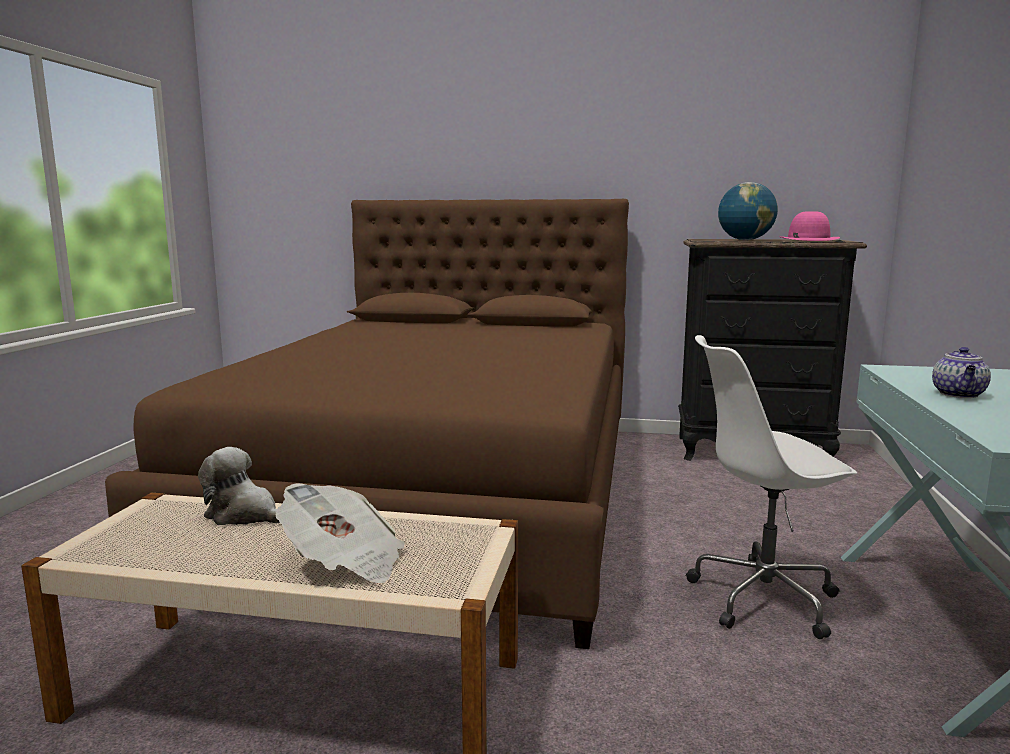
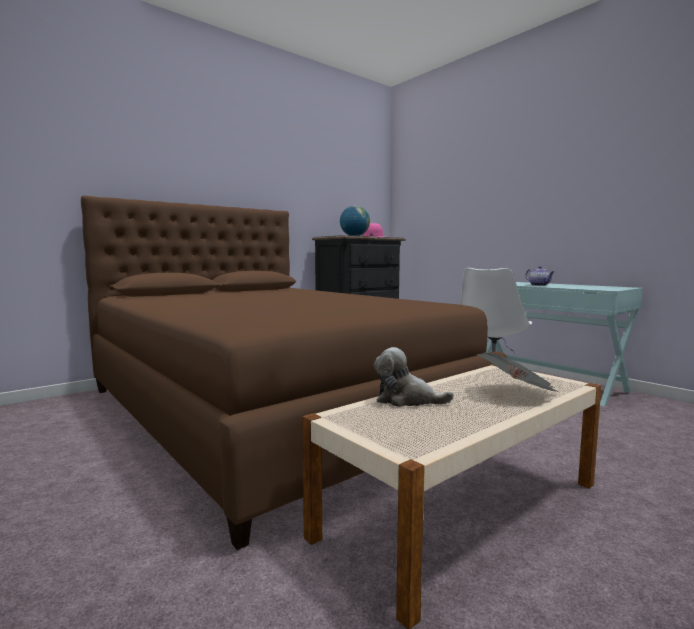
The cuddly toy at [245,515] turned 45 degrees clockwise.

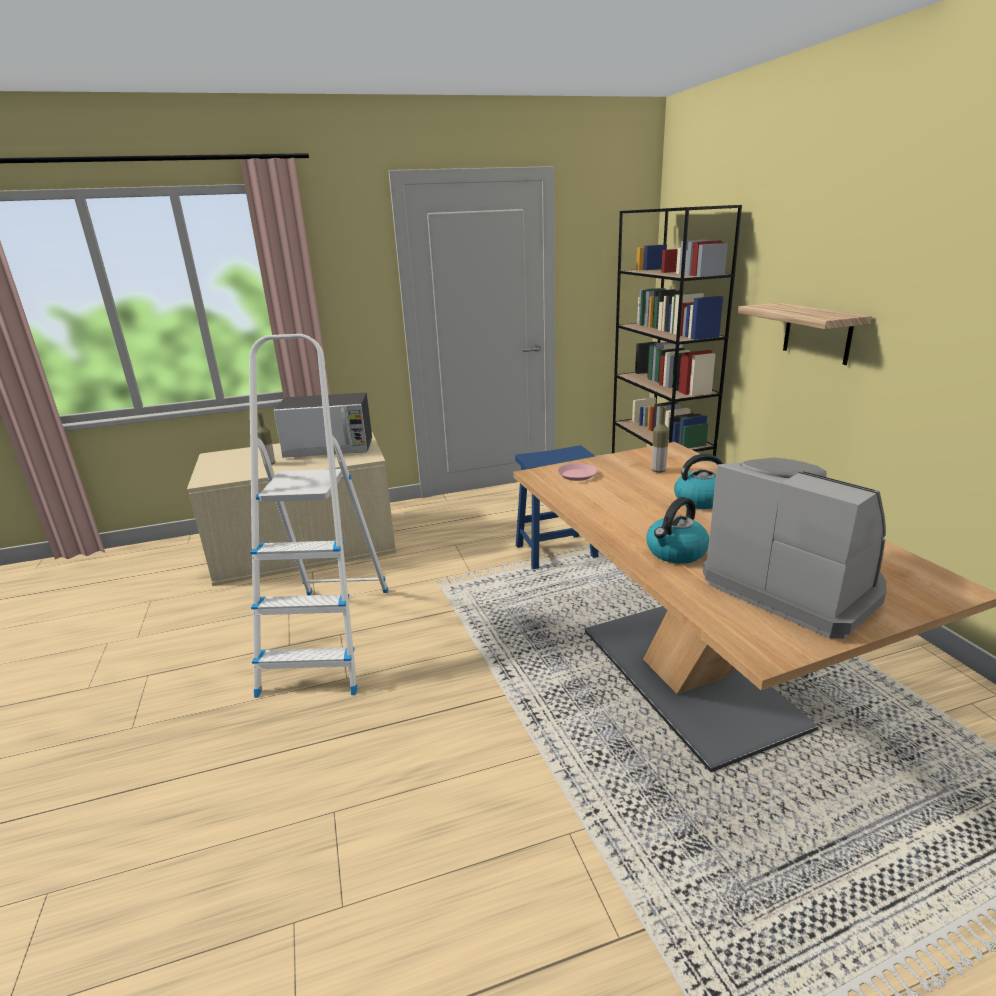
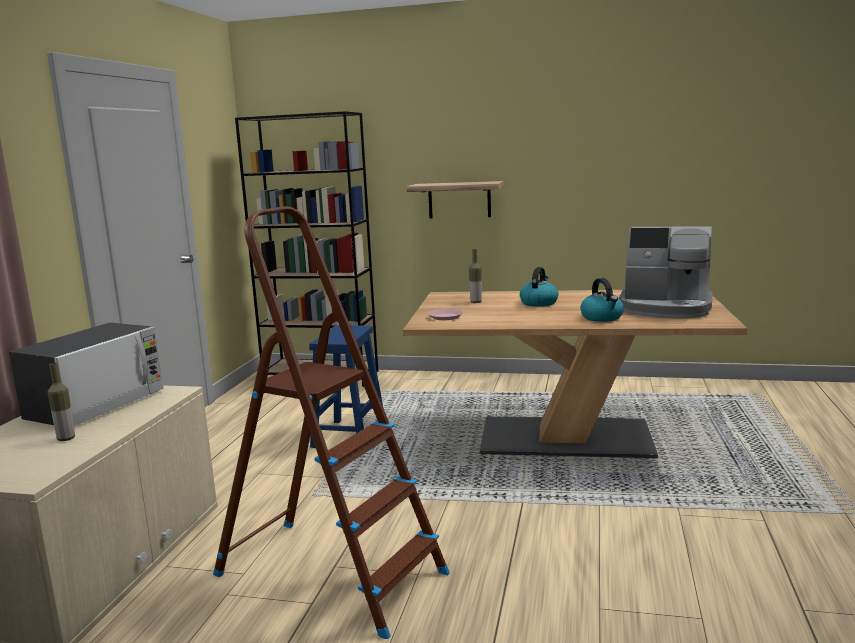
The white-coloured step stool at [329,637] became the brownish step stool at [331,574].
The coffee maker at [794,586] turned 150 degrees counterclockwise.

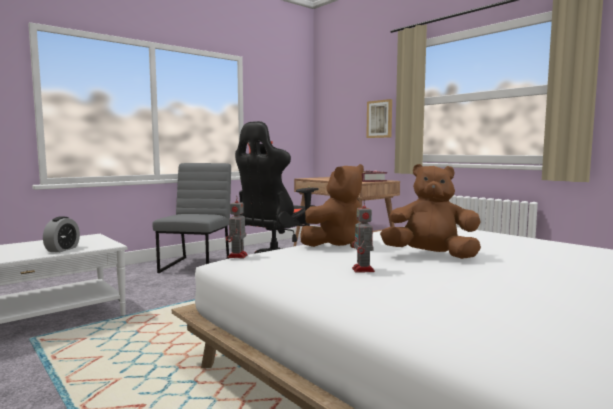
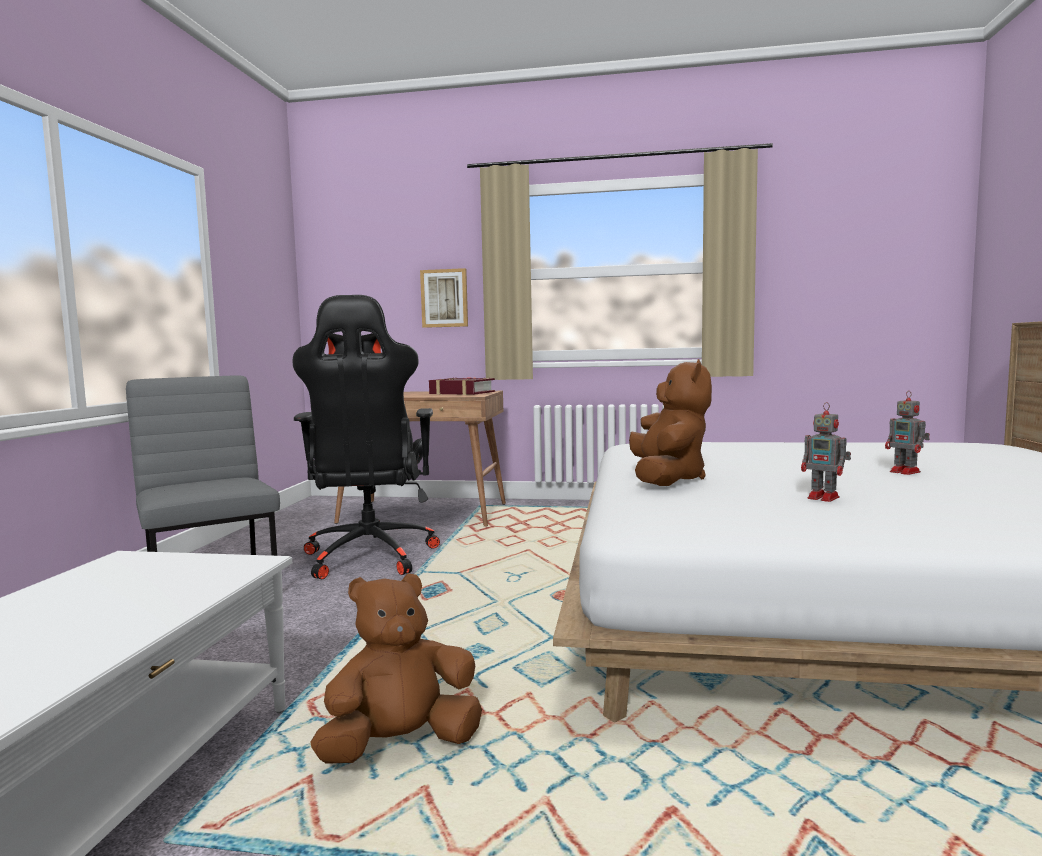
The alarm clock at [62,249] disappeared.
The model robot moved from [237,256] to [906,472].
The brownish cuddly toy moved from [430,256] to [401,745].

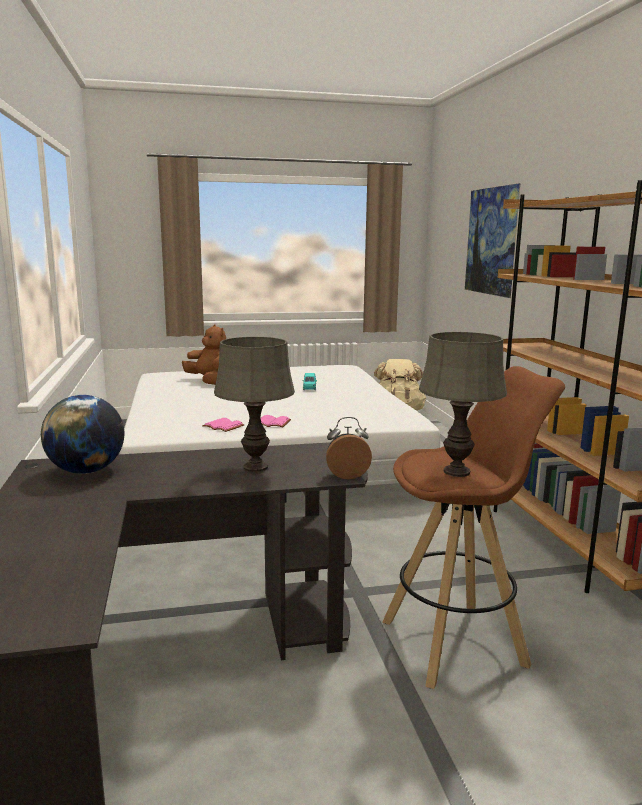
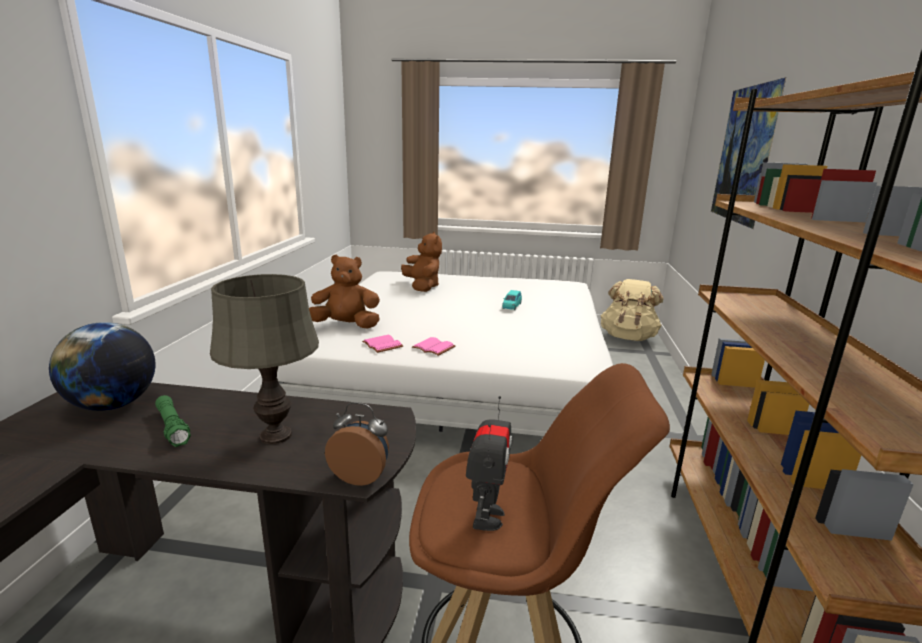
The grey lamp for a table at [456,471] was replaced by the model robot at [486,517].
The green-coloured hand torch at [172,427] appeared.
The brownish cuddly toy at [346,326] appeared.

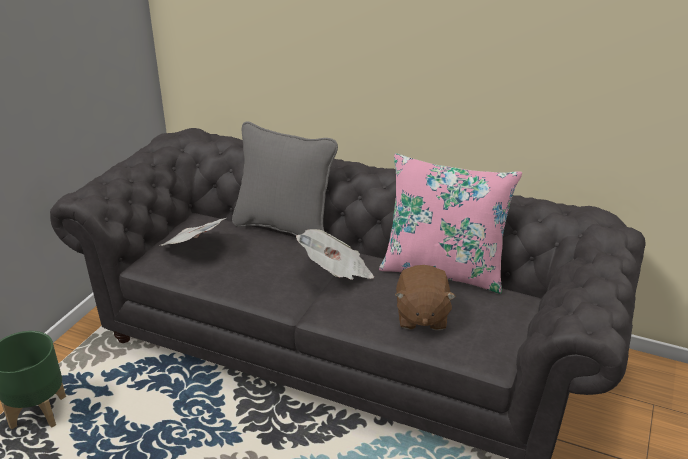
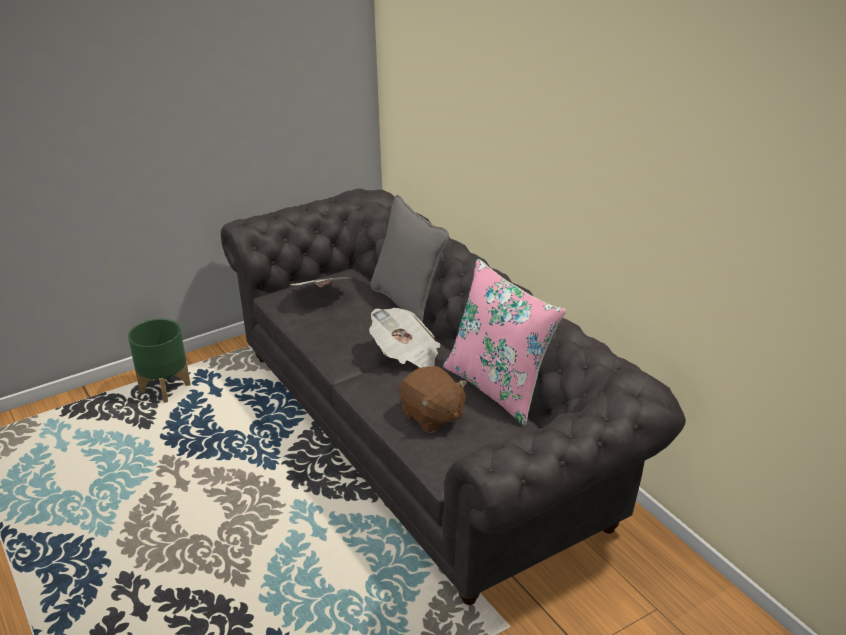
The brownish cuddly toy at [421,316] turned 75 degrees counterclockwise.

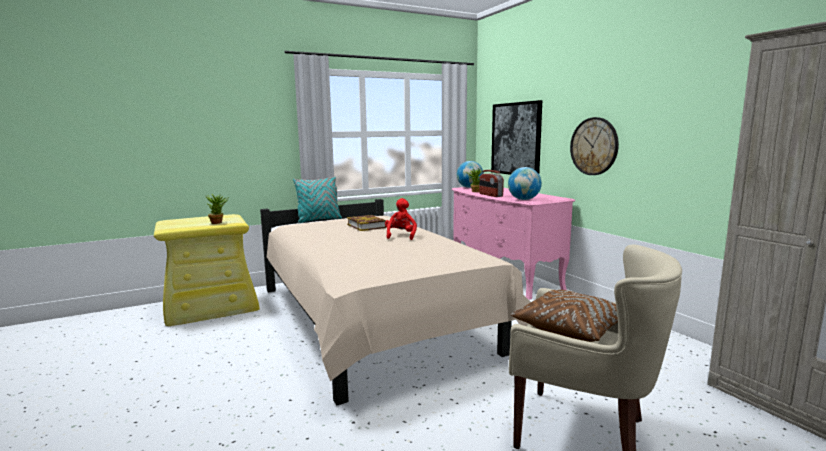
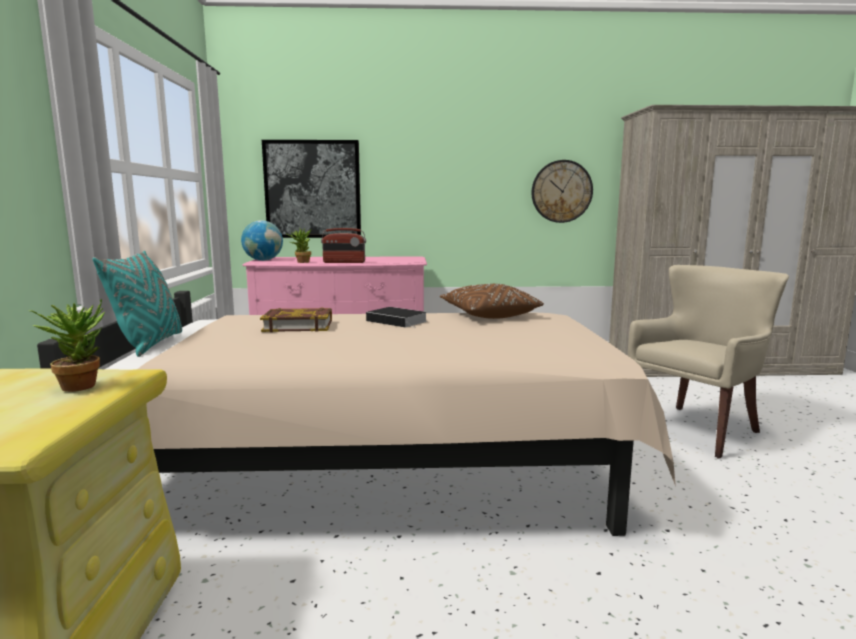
The red cuddly toy at [401,236] was replaced by the bound book at [398,321].
The desk globe at [524,199] disappeared.
The brownish cushion moved from [570,328] to [489,315].
The wall clock moved from [594,146] to [561,191].

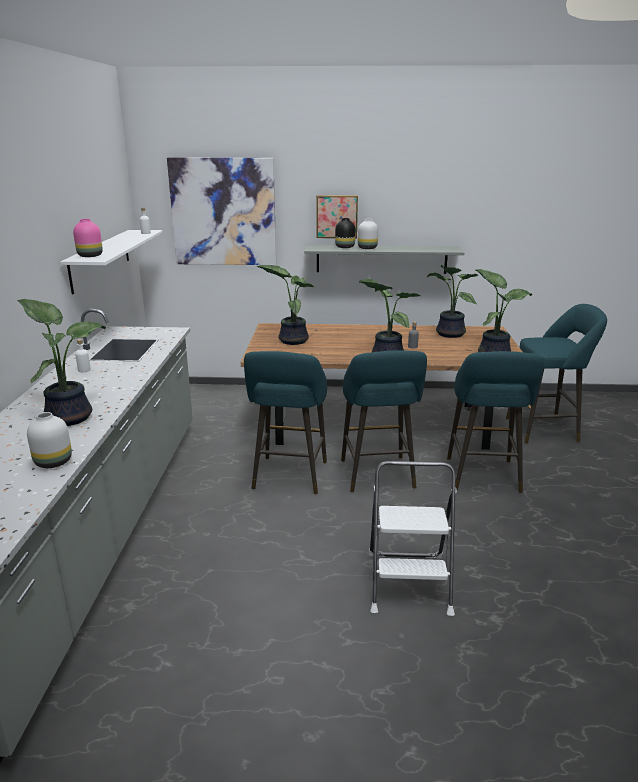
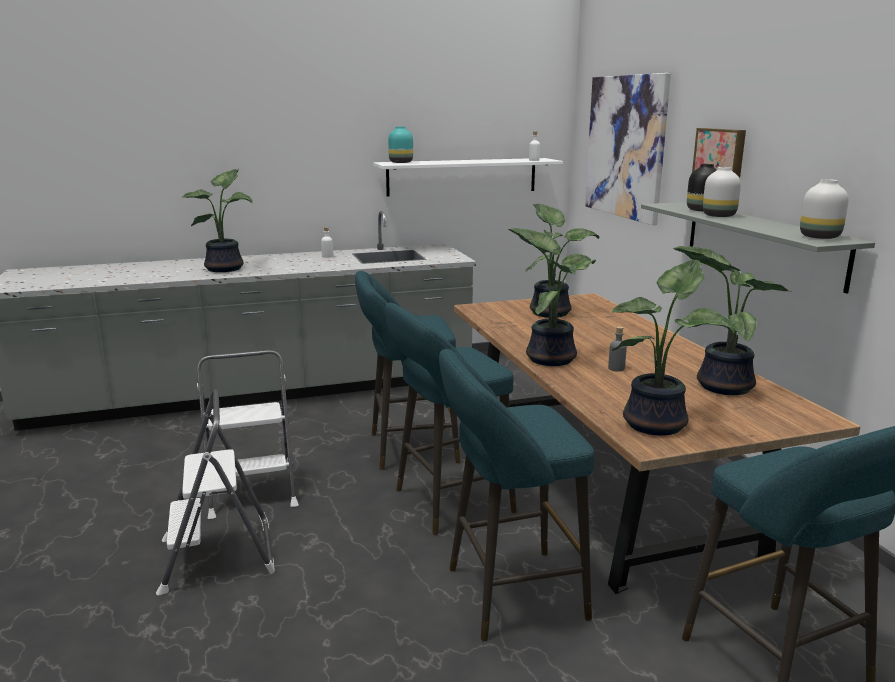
The white-coloured decorative vase moved from [53,462] to [820,237].
The pinkish decorative vase at [90,256] became the turquoise decorative vase at [400,162].
The white-coloured step stool at [252,486] appeared.

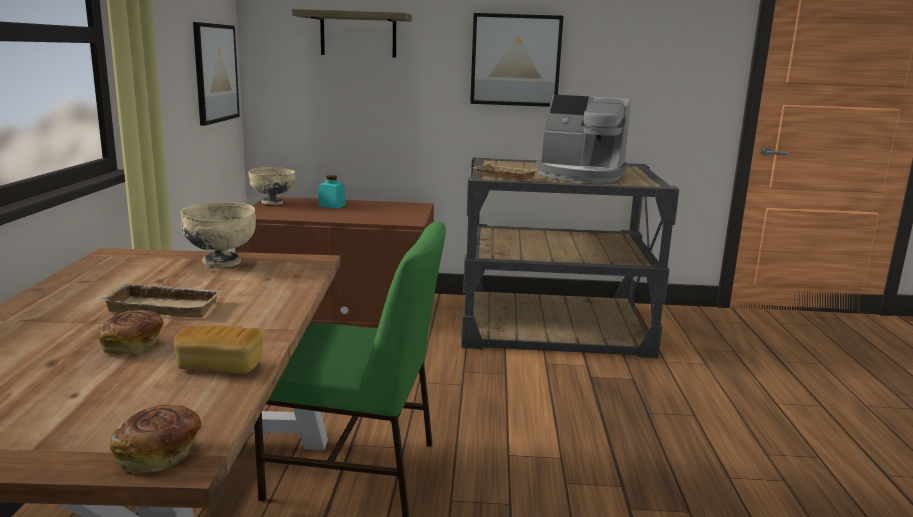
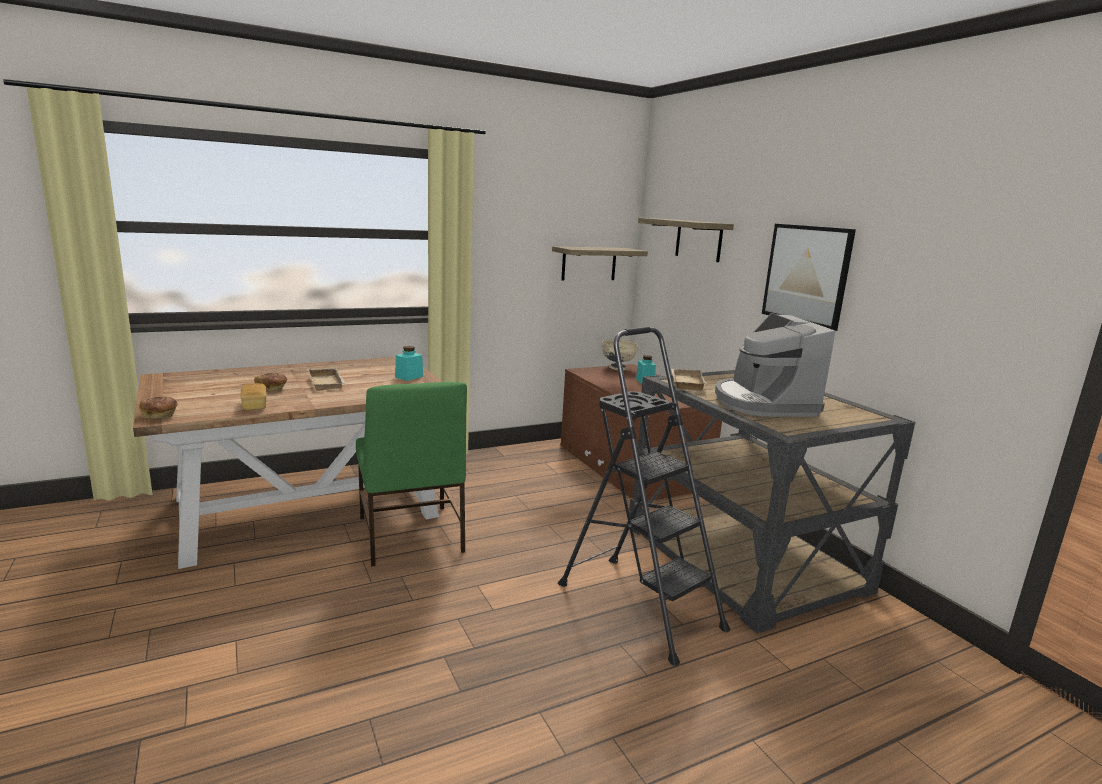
The sand-coloured serving bowl at [221,263] was replaced by the turquoise preserve jar at [409,377].
The wall art at [215,73] was replaced by the bracket shelf at [589,263].
The step stool at [638,604] appeared.

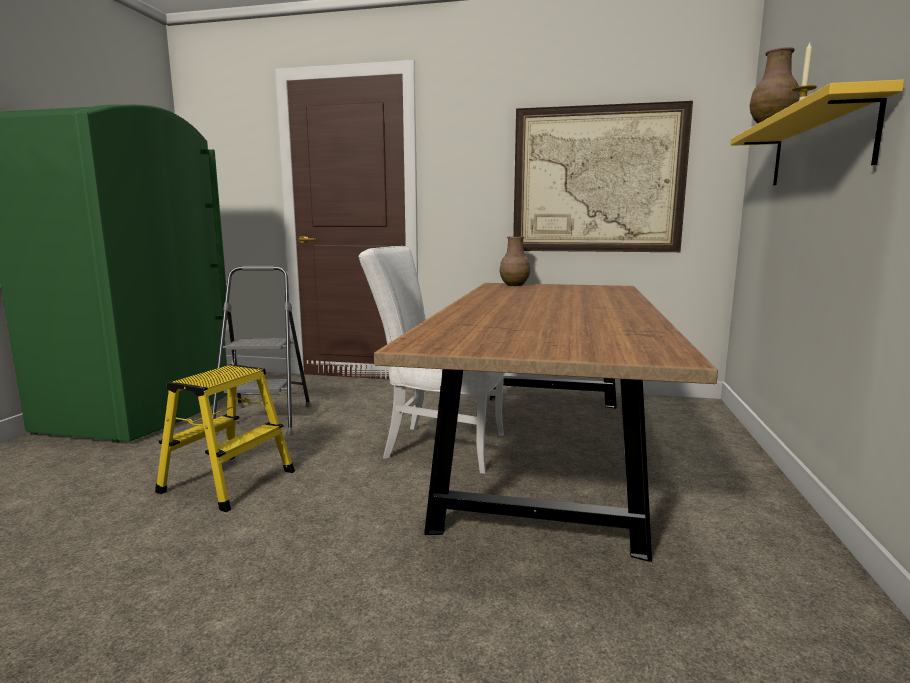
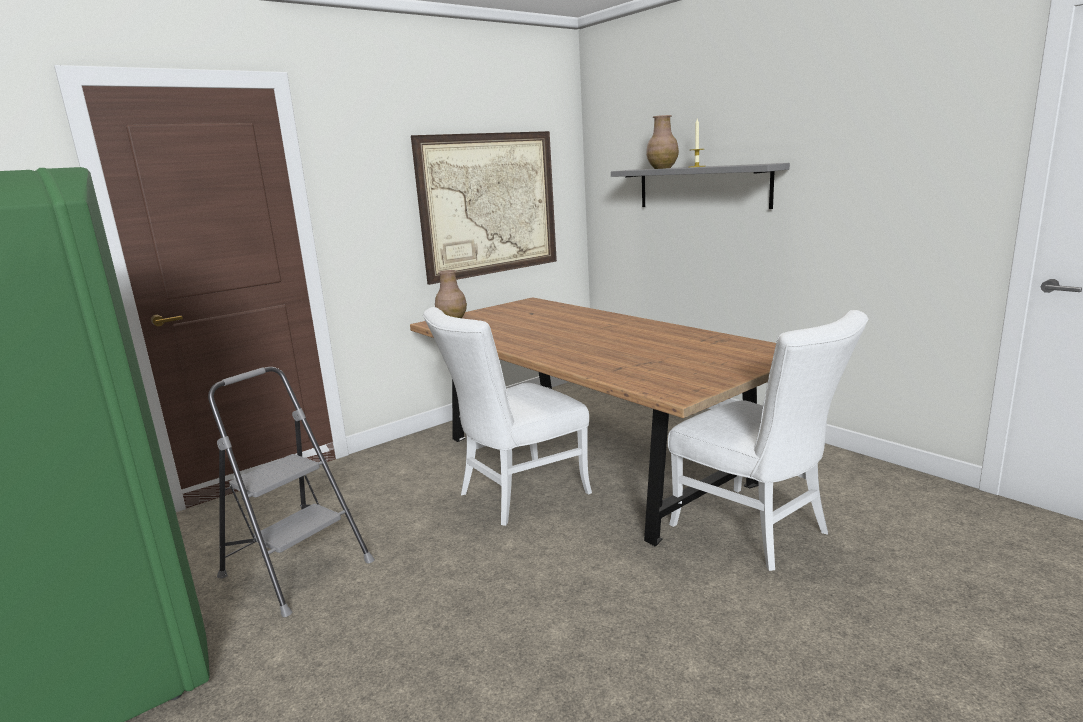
The yellowish step stool at [228,481] disappeared.
The yellowish bracket shelf at [819,146] became the grey bracket shelf at [702,187].
The white-coloured upright chair at [758,531] appeared.

